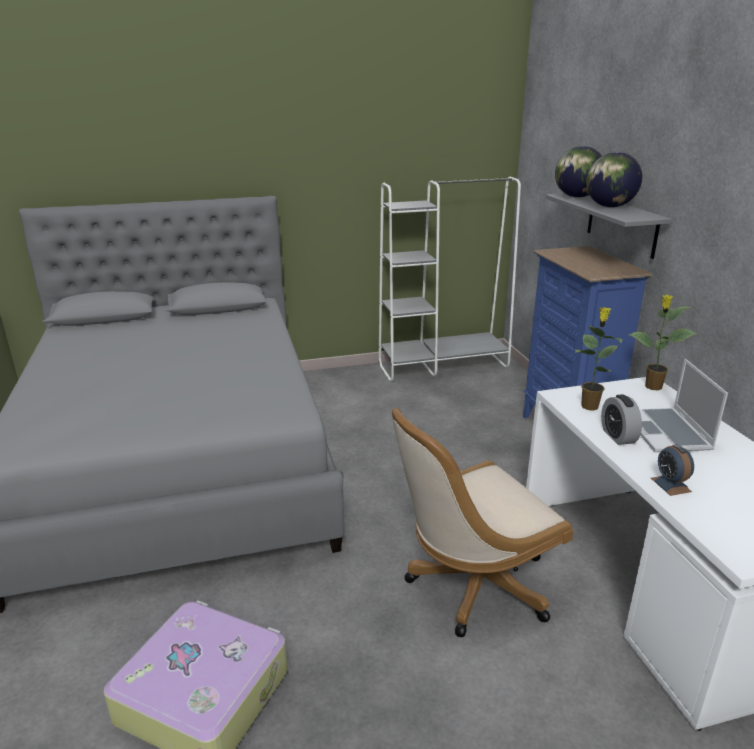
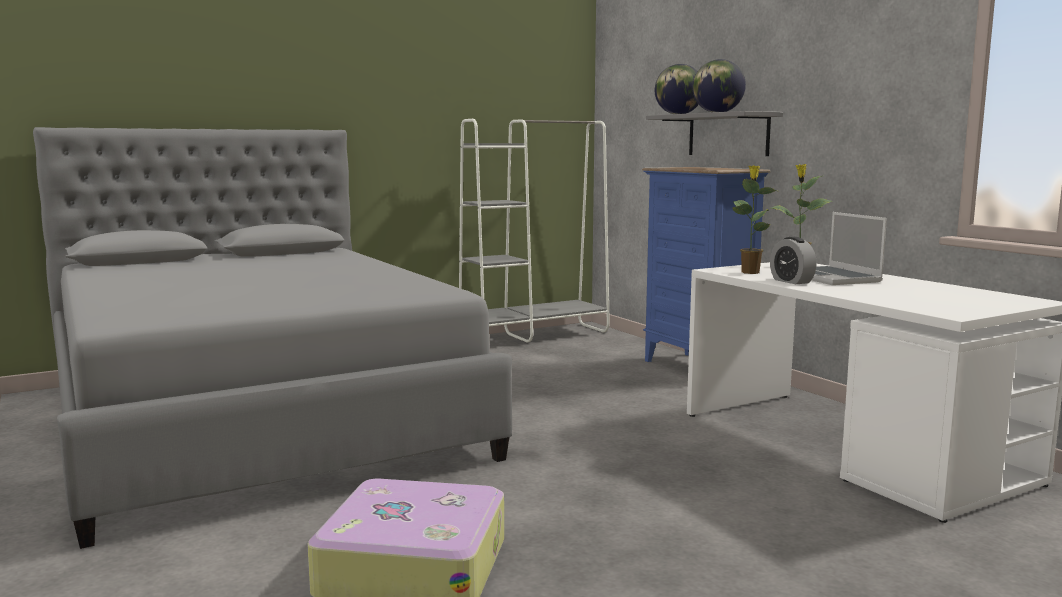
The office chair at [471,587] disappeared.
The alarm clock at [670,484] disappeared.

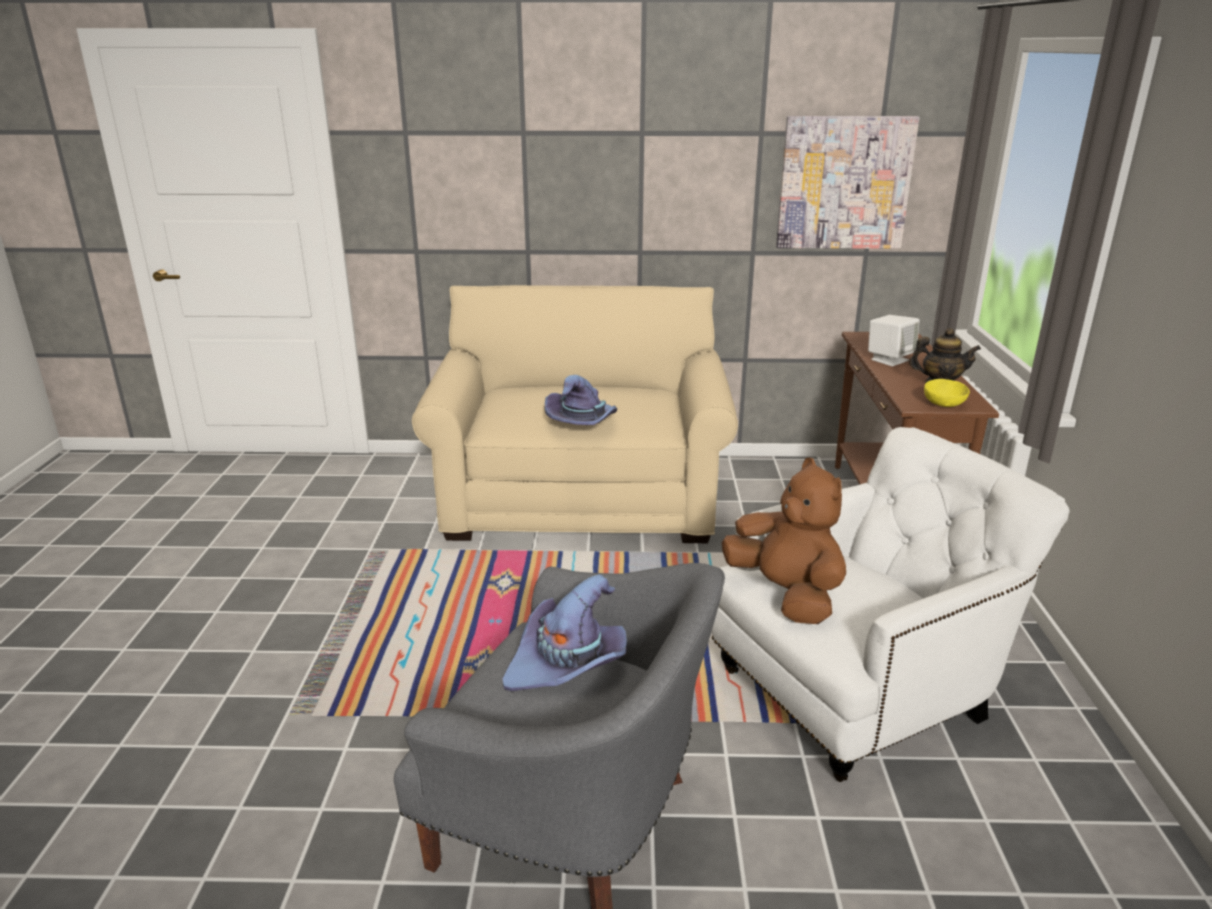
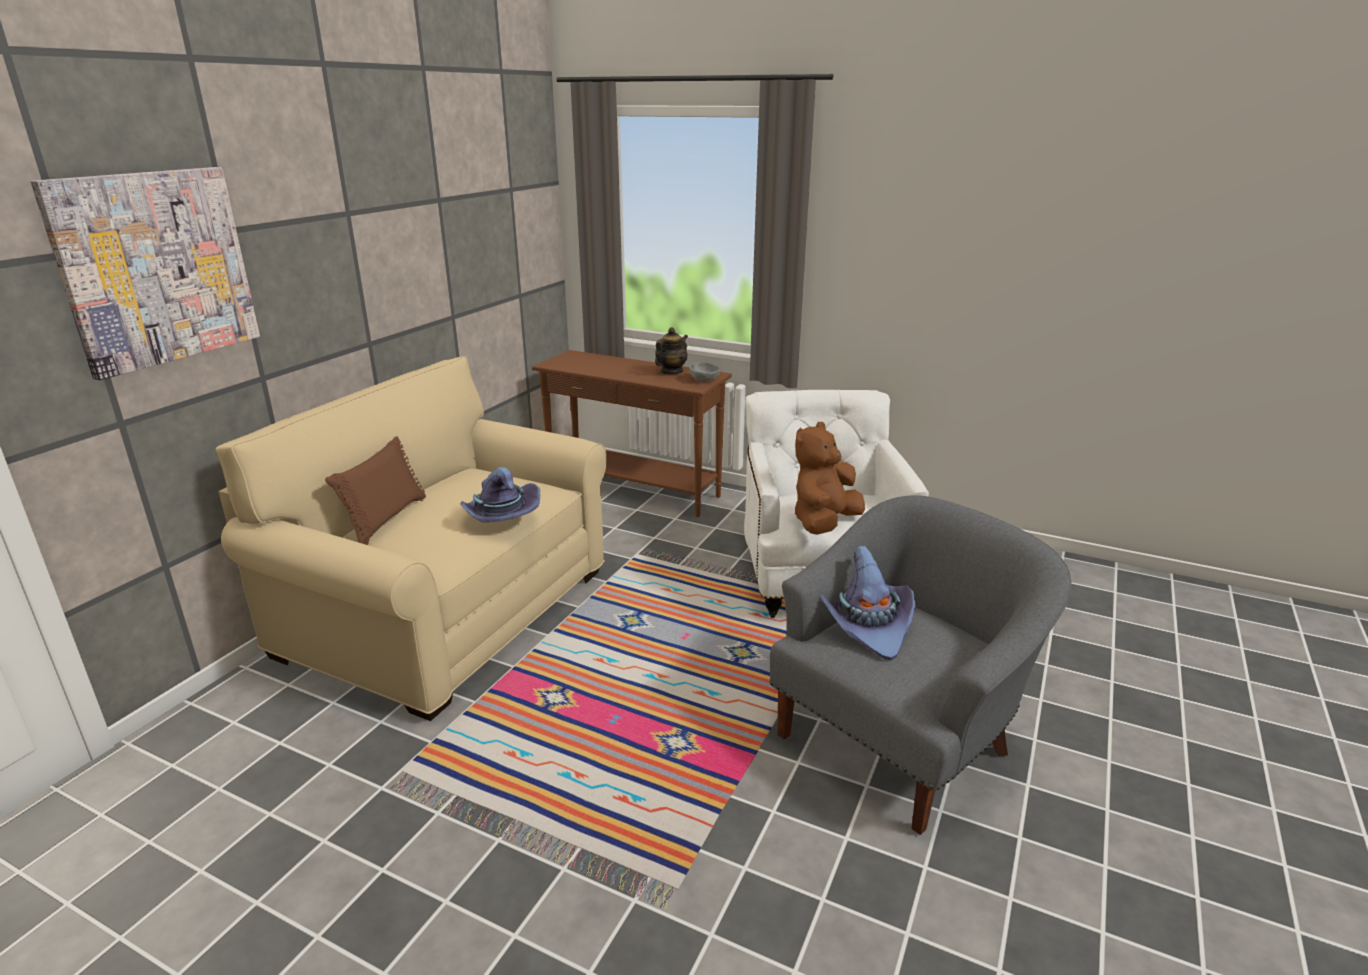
The brownish cuddly toy at [786,594] turned 45 degrees counterclockwise.
The wall art moved from [844,183] to [156,268].
The white-coloured loudspeaker at [889,360] disappeared.
The yellowish serving bowl at [945,404] became the grey serving bowl at [704,380].
The brownish cushion at [385,519] appeared.

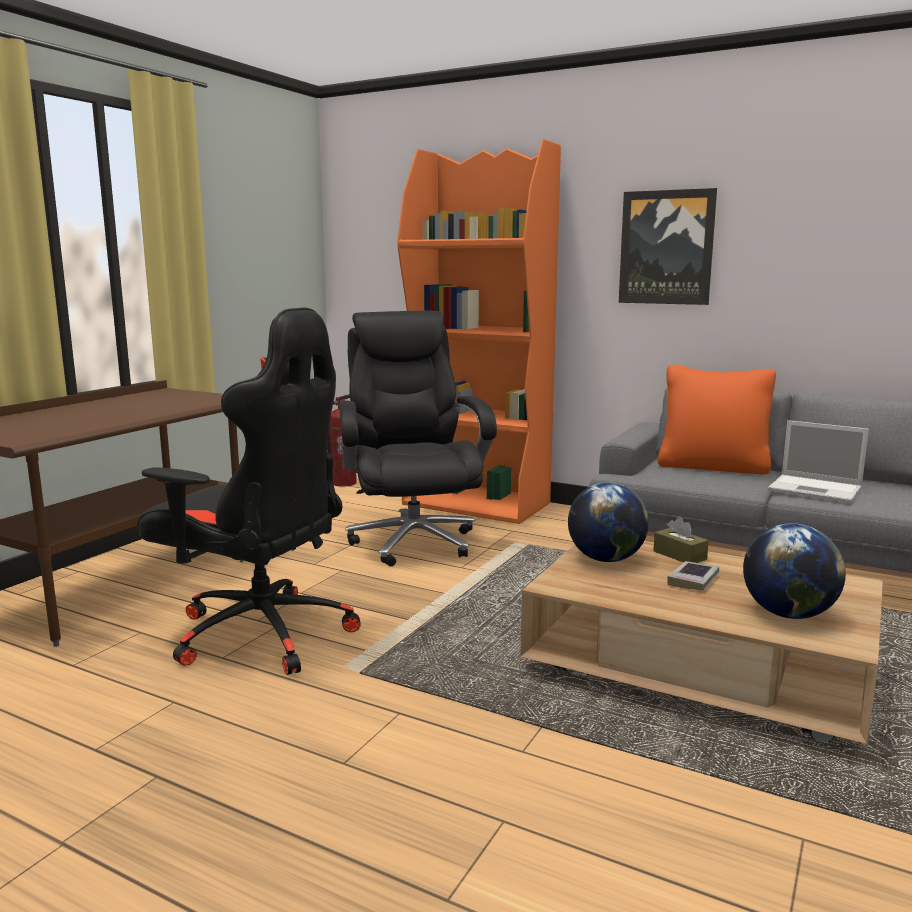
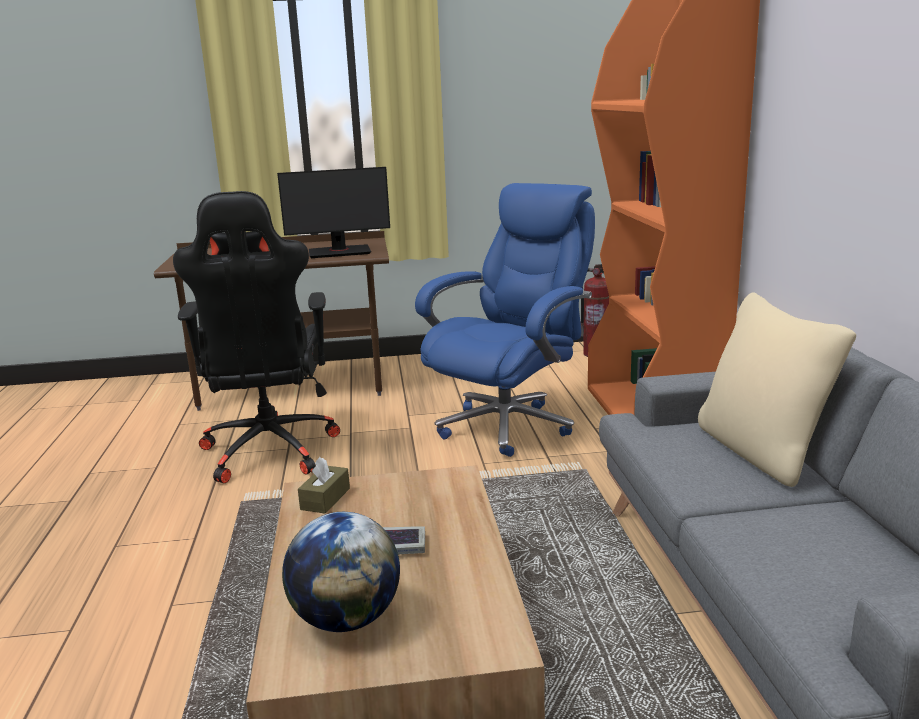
The blackish office chair at [412,541] became the bluish office chair at [510,425].
The desk globe at [605,559] disappeared.
The wall art at [666,247] disappeared.
The brownish tissue box moved from [679,555] to [325,499].
The orangey cushion at [712,467] became the sand-coloured cushion at [761,452].
The laptop at [816,489] disappeared.
The computer display at [339,252] appeared.

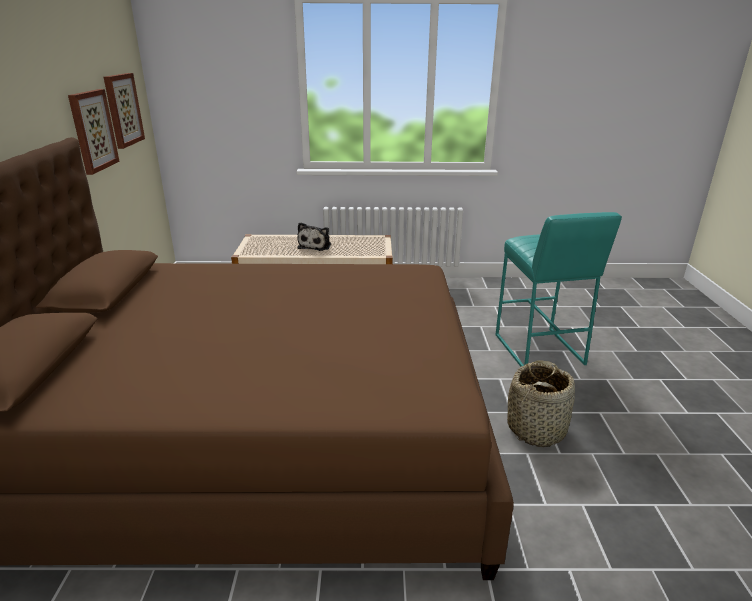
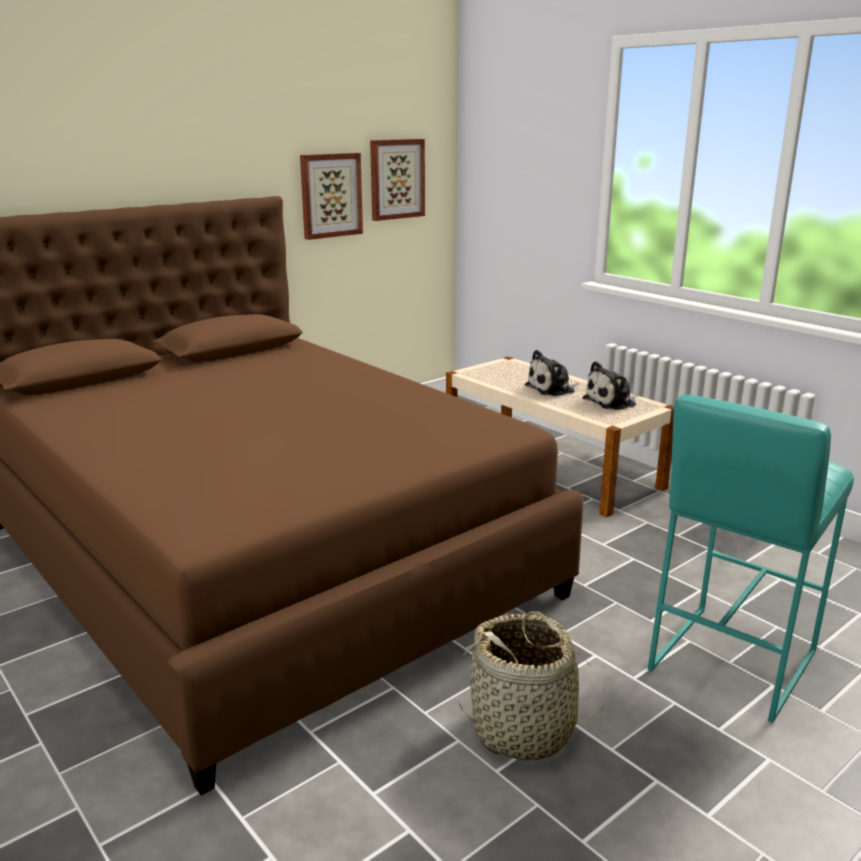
The cuddly toy at [612,402] appeared.

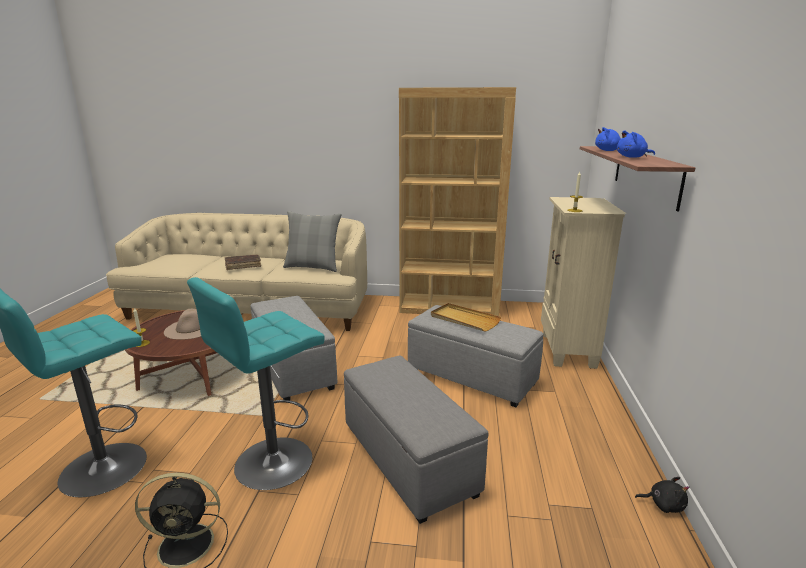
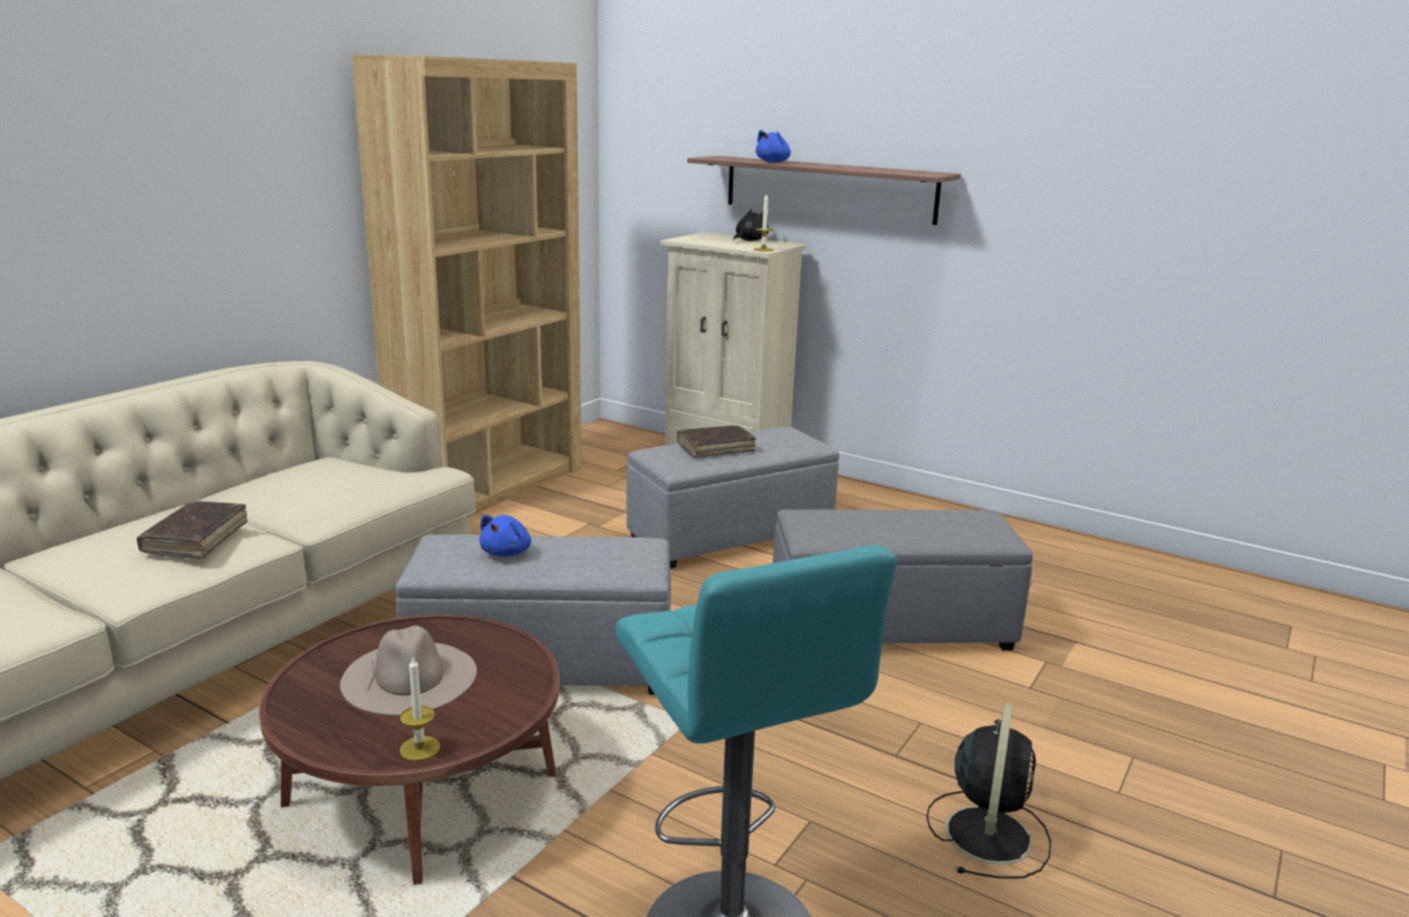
The turquoise stool seat at [272,462] disappeared.
The grey cushion at [313,267] disappeared.
The sand-coloured serving tray at [464,319] was replaced by the brownish bound book at [715,448].
The bluish cuddly toy moved from [632,157] to [507,552].
The blackish cuddly toy moved from [663,504] to [750,240].

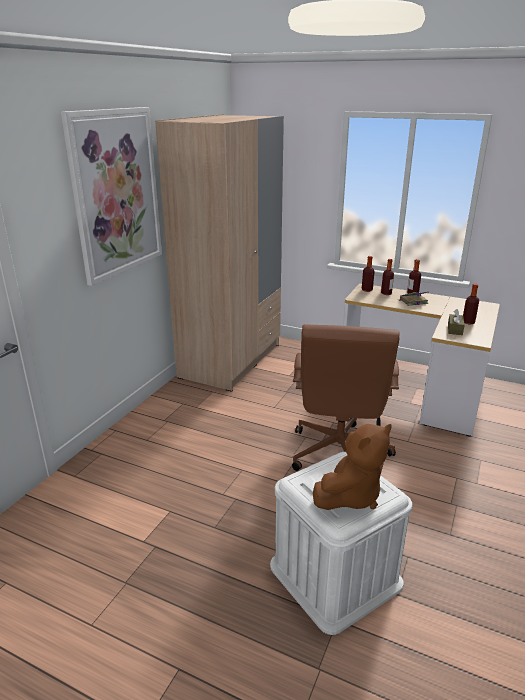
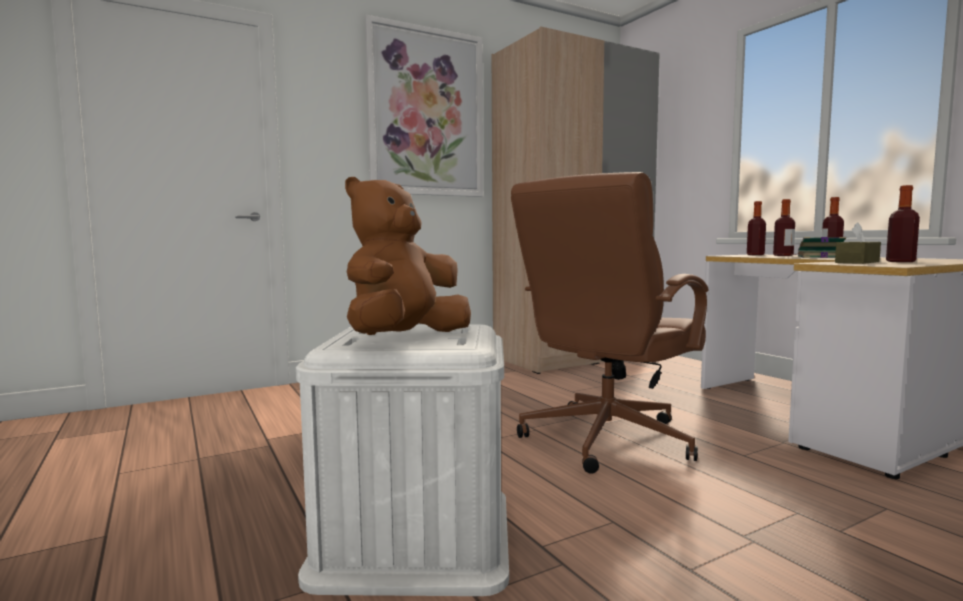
The brownish cuddly toy at [350,495] turned 135 degrees clockwise.

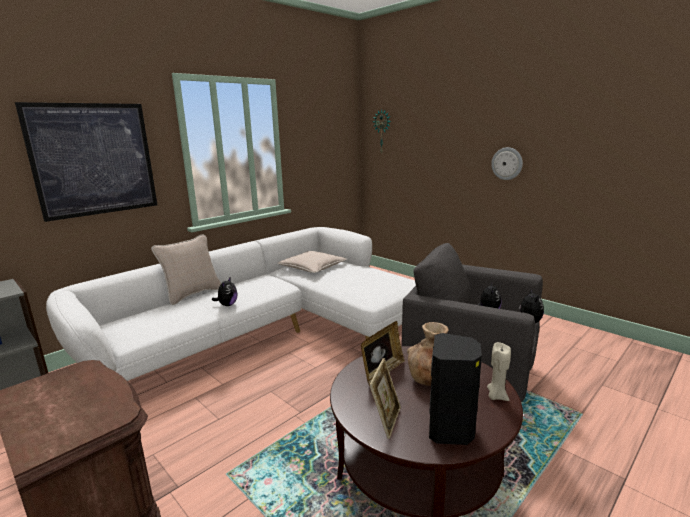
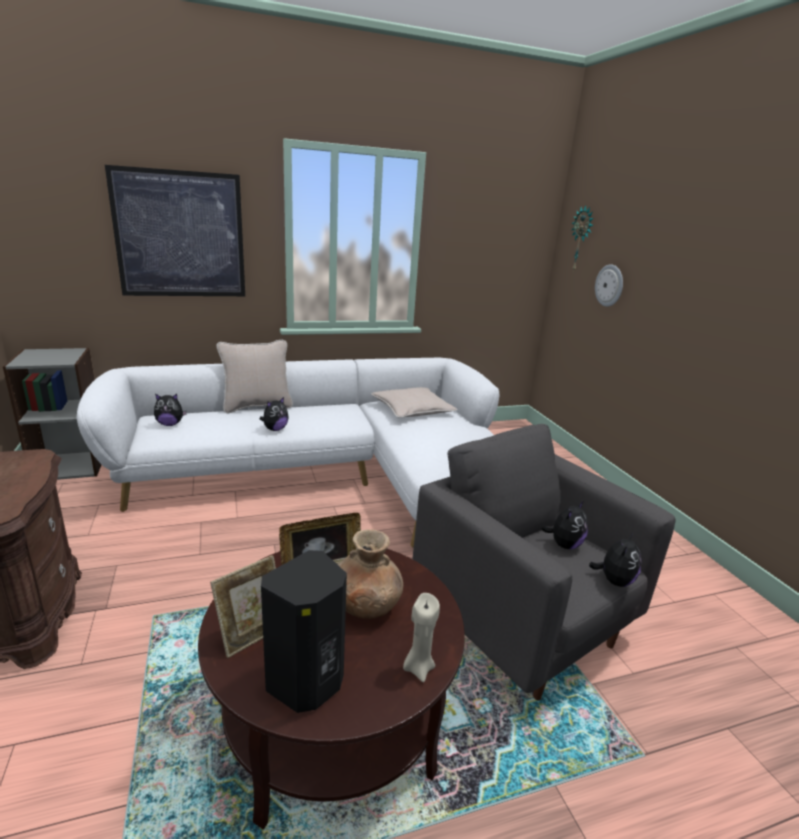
The wall clock moved from [507,163] to [609,285].
The cuddly toy at [170,424] appeared.

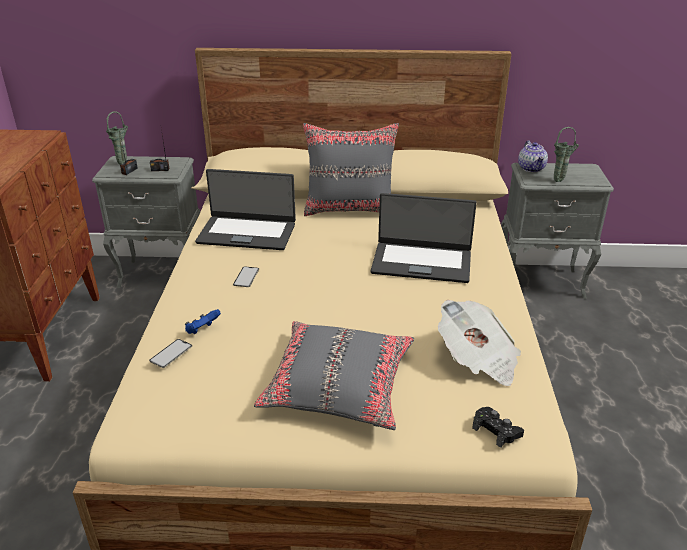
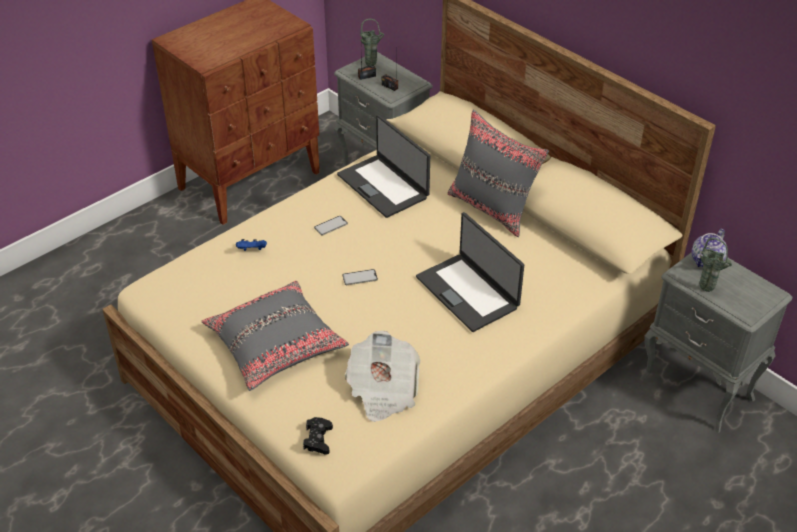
The handset moved from [171,353] to [360,277].

